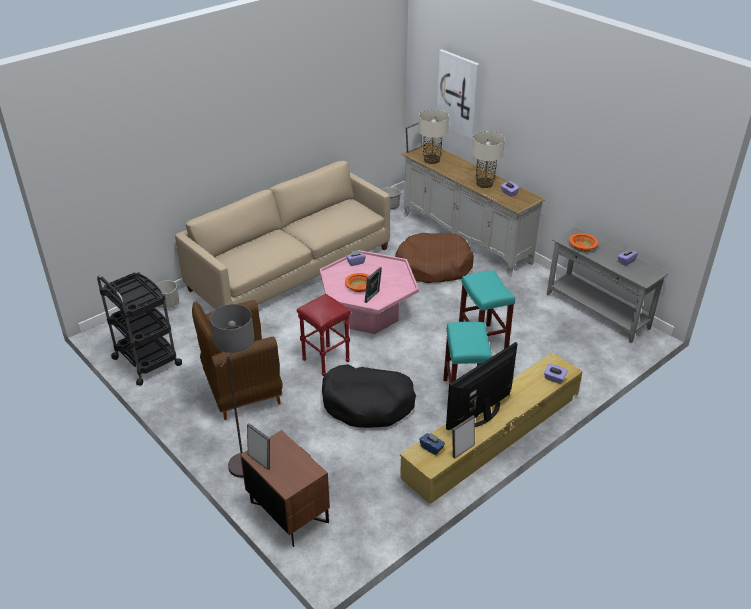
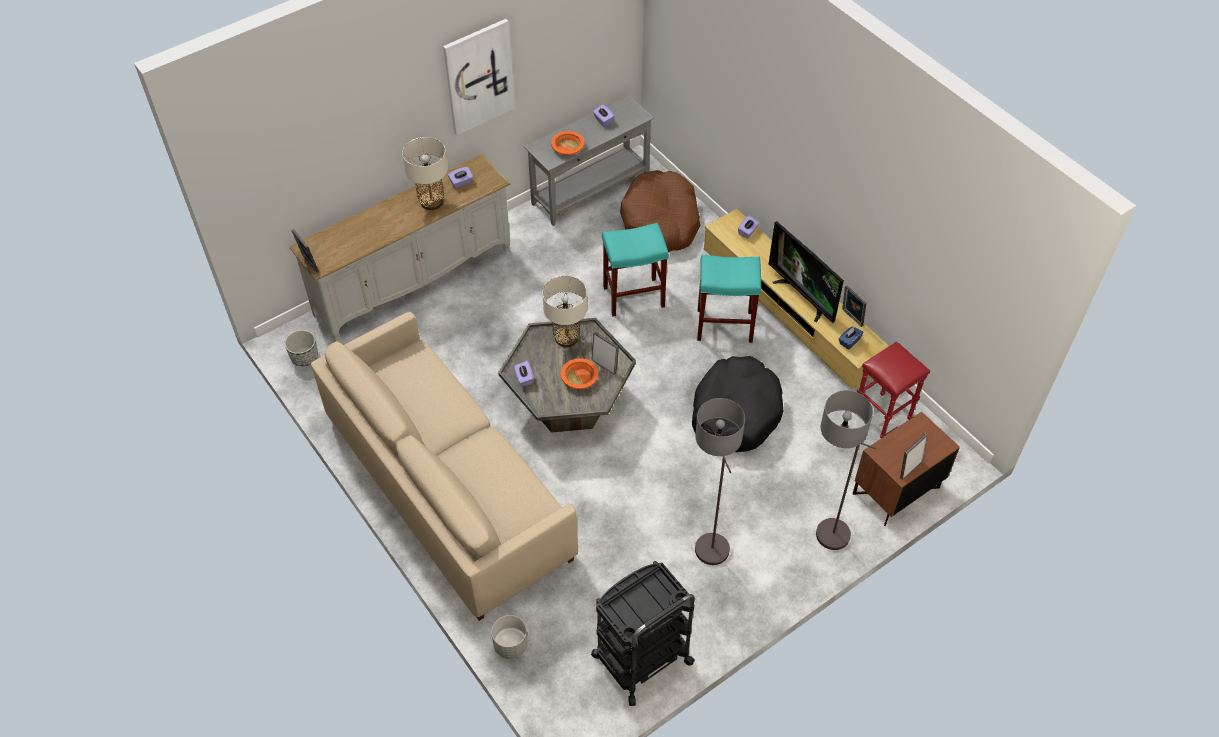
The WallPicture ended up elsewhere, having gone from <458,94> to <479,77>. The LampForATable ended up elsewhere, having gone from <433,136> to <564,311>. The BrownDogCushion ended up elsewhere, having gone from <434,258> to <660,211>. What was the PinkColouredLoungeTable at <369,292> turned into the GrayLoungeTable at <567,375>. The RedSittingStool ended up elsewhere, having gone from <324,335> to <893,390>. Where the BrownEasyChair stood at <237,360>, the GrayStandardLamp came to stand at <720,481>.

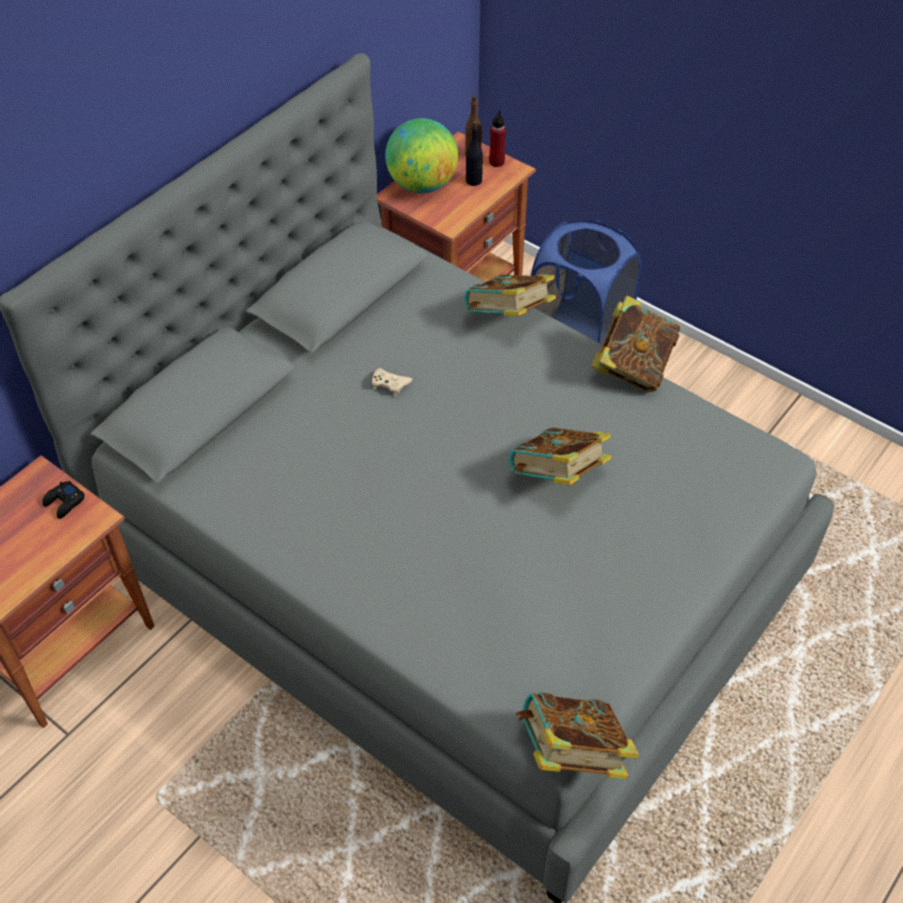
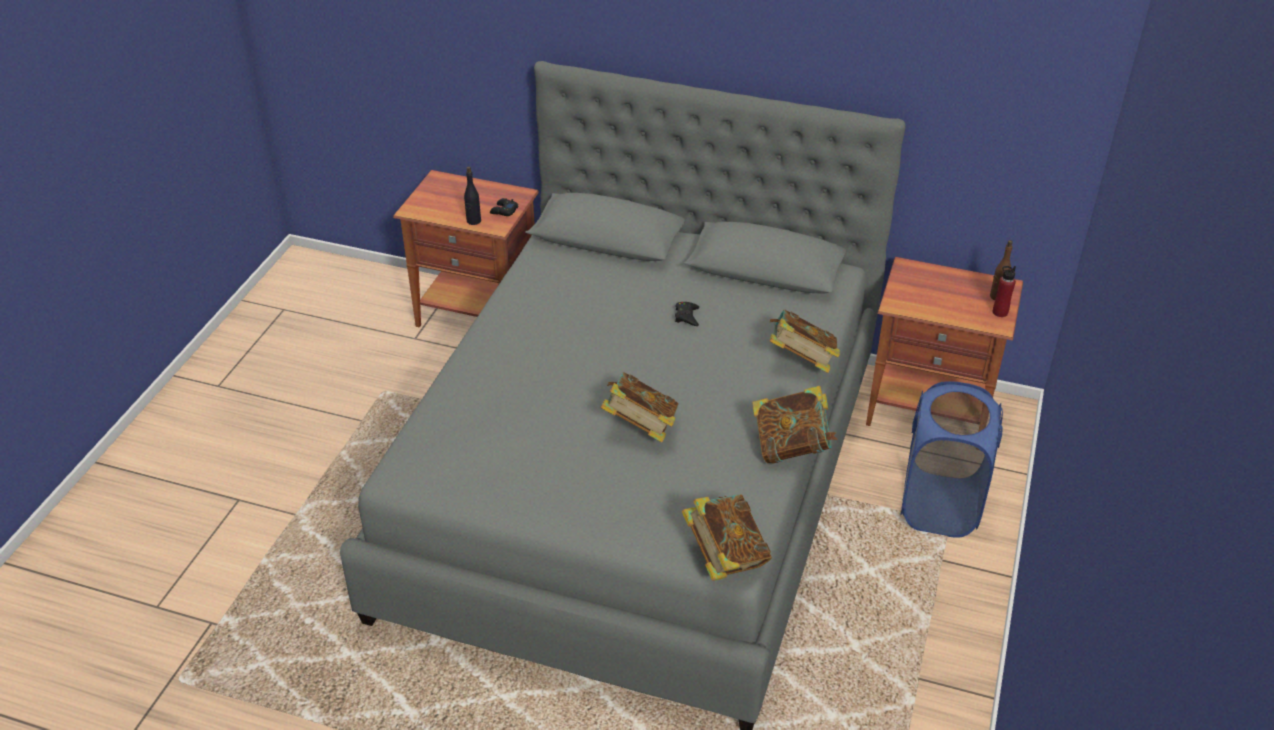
The second view lost the Globe at <421,155>. The BlackBottle ended up elsewhere, having gone from <474,153> to <472,195>. What was the SandColouredGamepad at <392,382> turned into the BlackGamepad at <687,314>. The BoundBook ended up elsewhere, having gone from <577,736> to <727,537>.

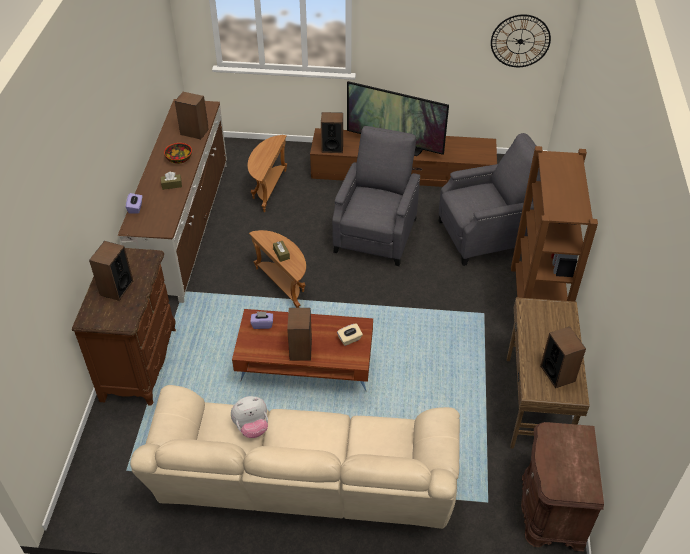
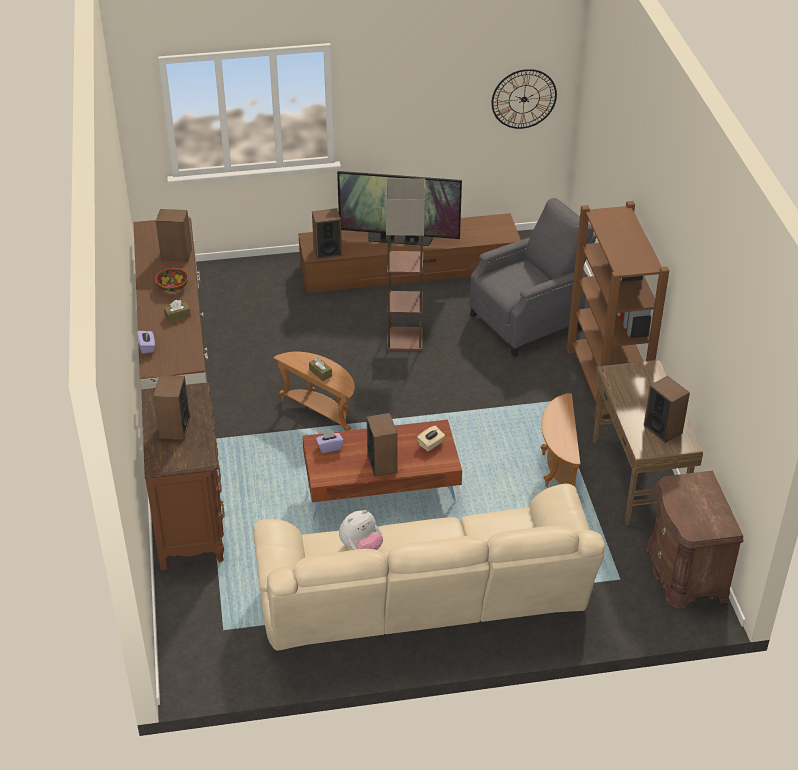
Where the GrayEasyChair stood at <376,196>, the StandardLamp came to stand at <405,264>. The BrownAccentTable ended up elsewhere, having gone from <267,173> to <560,440>.

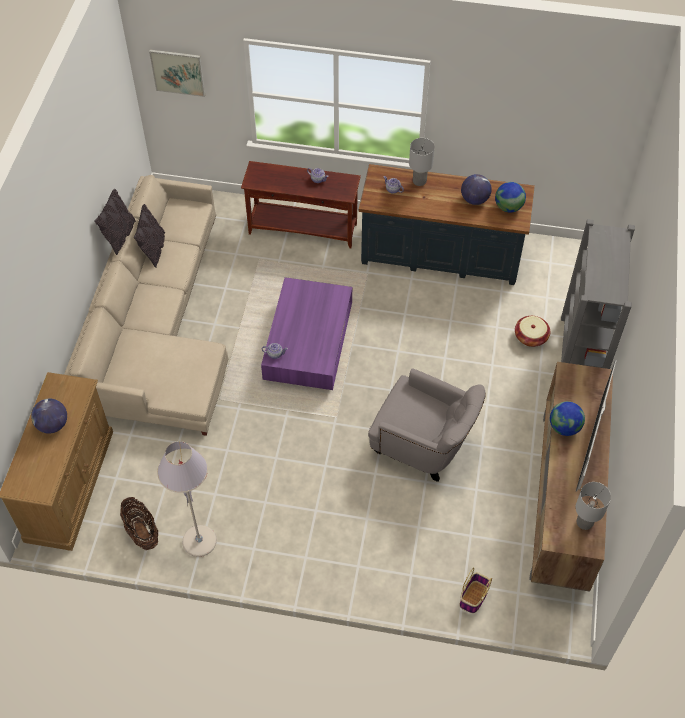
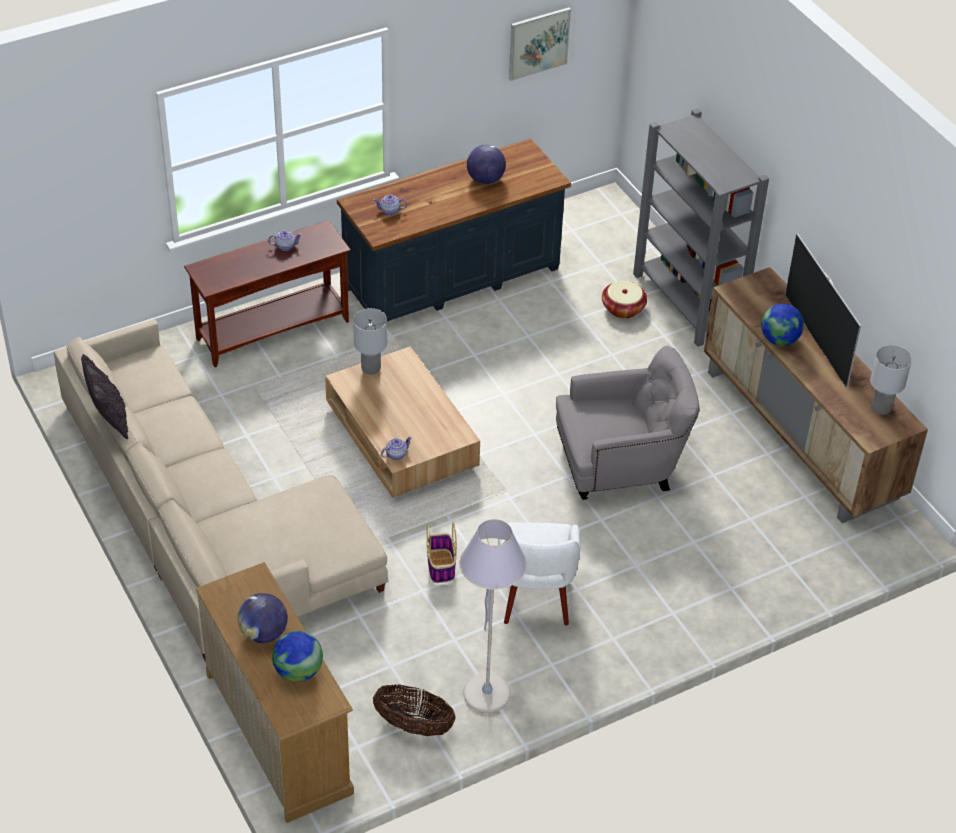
The WallPicture ended up elsewhere, having gone from <177,73> to <540,44>. The GrayLampForATable ended up elsewhere, having gone from <422,162> to <370,341>. The Globe ended up elsewhere, having gone from <510,197> to <297,656>. The second view lost the BlackThrowPillow at <149,236>. What was the PurplishLoungeTable at <306,333> turned into the BrownLoungeTable at <402,422>. The StorageBasket ended up elsewhere, having gone from <476,590> to <441,552>. The second view gained the WhiteEasyChair at <539,574>.

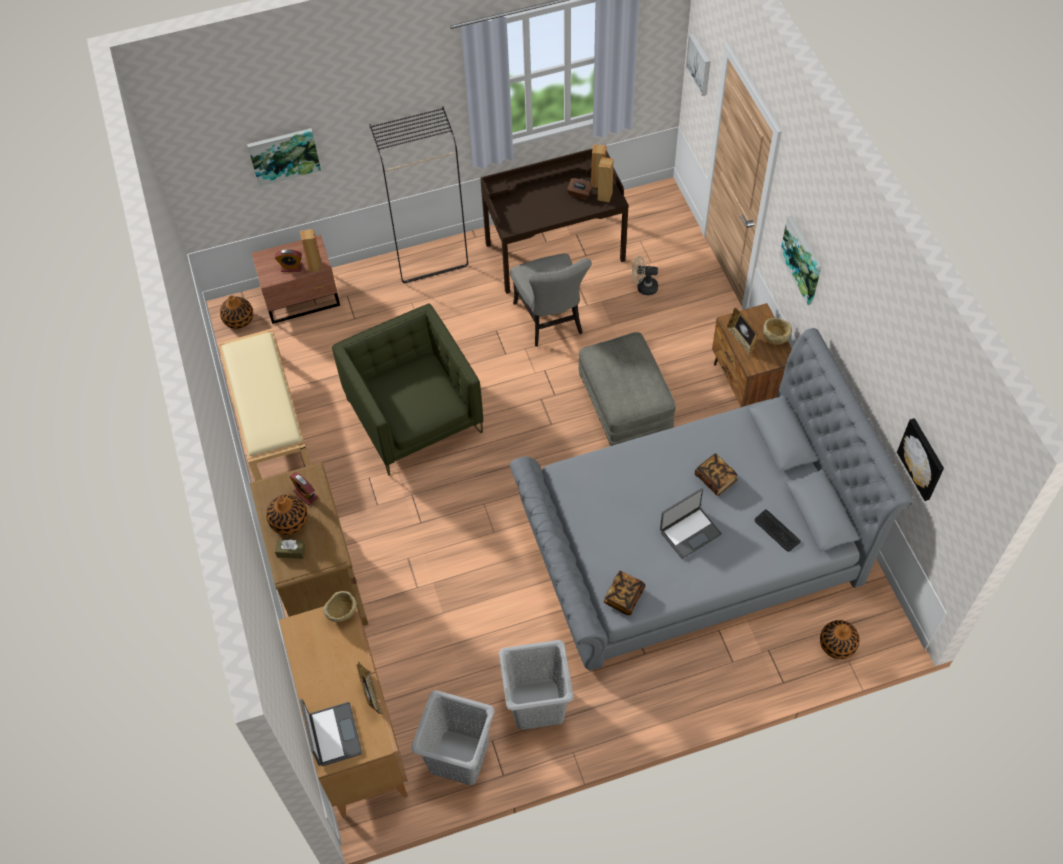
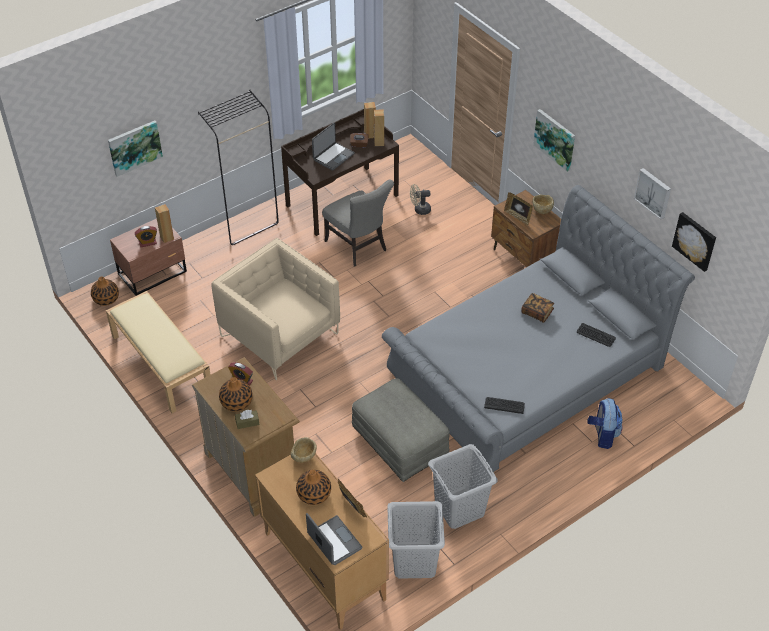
The WallPicture ended up elsewhere, having gone from <698,64> to <652,193>. What was the GreenEasyChair at <407,389> turned into the SandColouredEasyChair at <275,309>. The GrayOttoman ended up elsewhere, having gone from <627,389> to <401,430>. The PortableComputer ended up elsewhere, having gone from <691,523> to <333,147>. Where the BoundBook stood at <624,593>, the Keyboard came to stand at <504,405>. The FlowerVase ended up elsewhere, having gone from <840,639> to <313,487>. The second view gained the Rucksack at <604,423>.

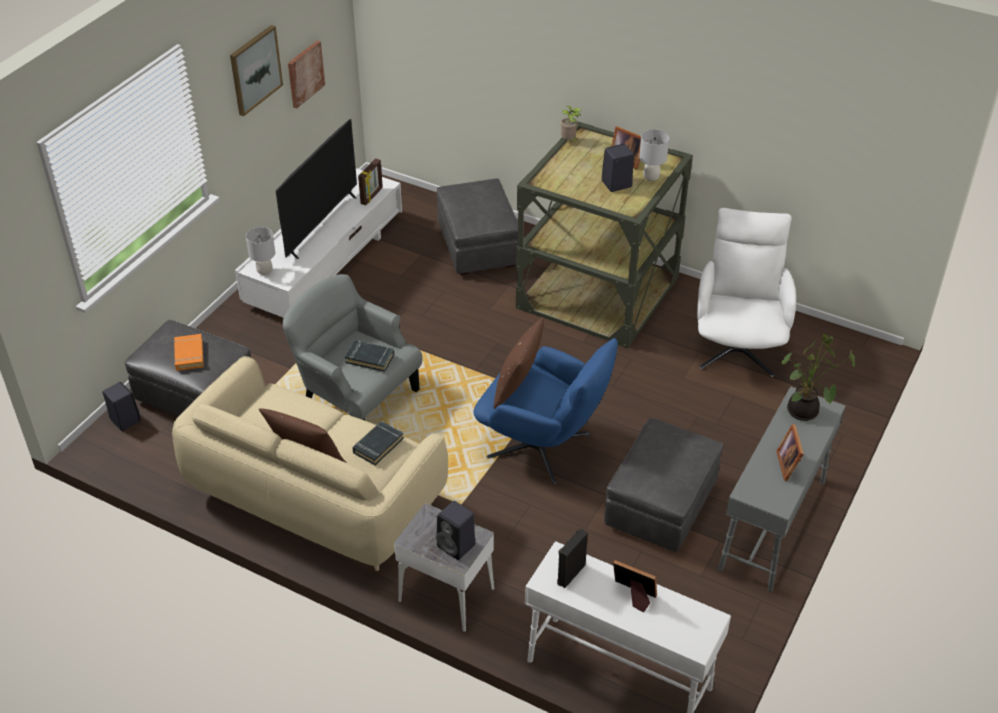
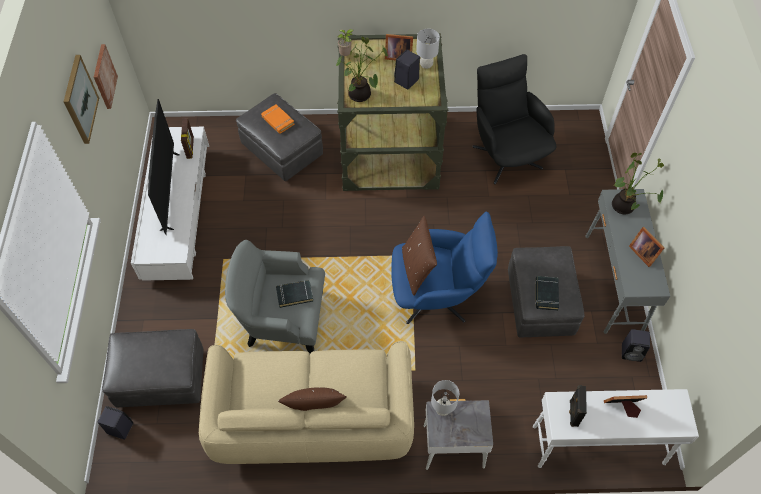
What was the WhiteEasyChair at <746,292> turned into the BlackEasyChair at <514,119>. The GrayLampForATable ended up elsewhere, having gone from <260,251> to <445,398>. The OrangeyBoundBook ended up elsewhere, having gone from <189,352> to <278,119>. The BlackBoundBook ended up elsewhere, having gone from <378,443> to <547,293>. The BlackLoudspeaker ended up elsewhere, having gone from <455,530> to <636,345>. The second view gained the PlantInAPot at <362,69>.

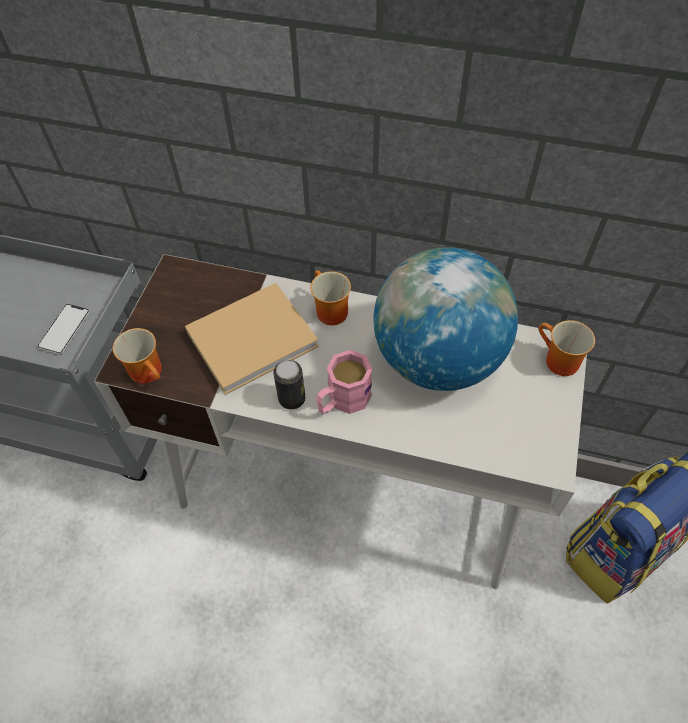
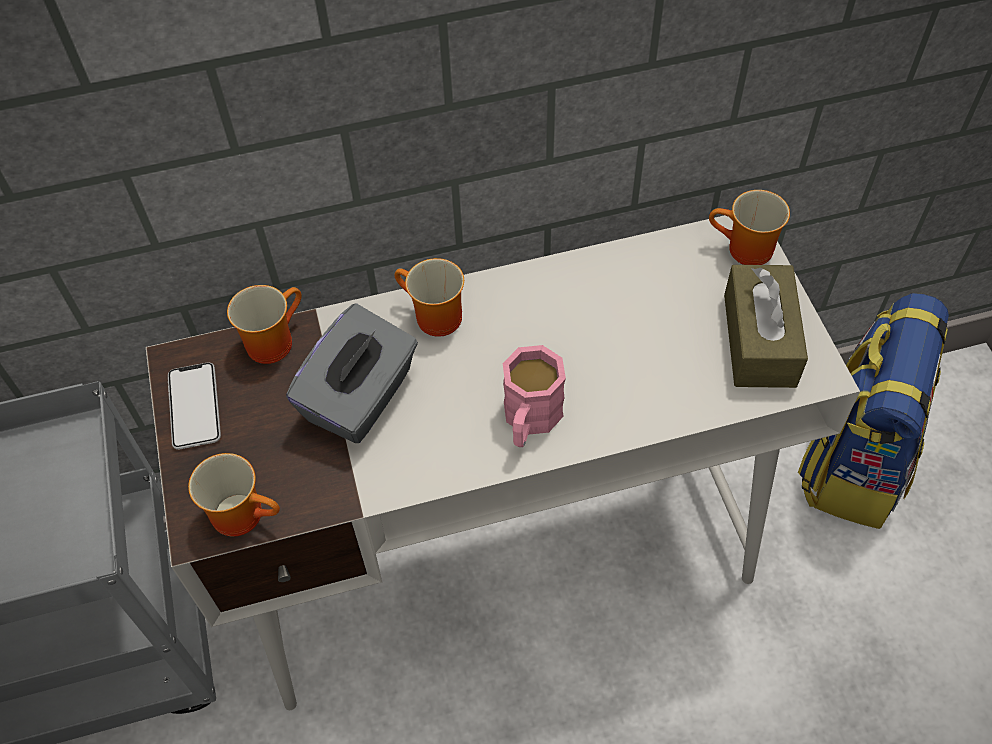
The second view lost the Globe at <445,319>. Where the SandColouredBoundBook stood at <252,339>, the GrayTissueBox came to stand at <352,373>. The Handset ended up elsewhere, having gone from <63,329> to <194,406>. The second view lost the Can at <289,385>. The second view gained the BrownTissueBox at <766,326>. The second view gained the TeaMug at <264,324>.

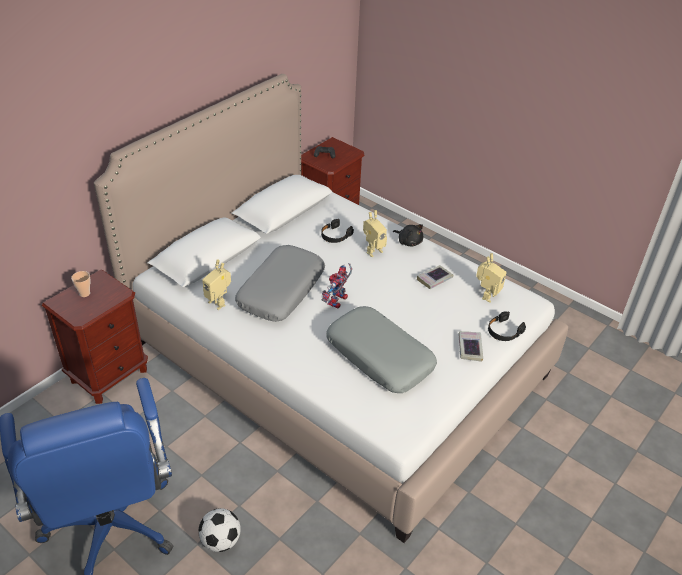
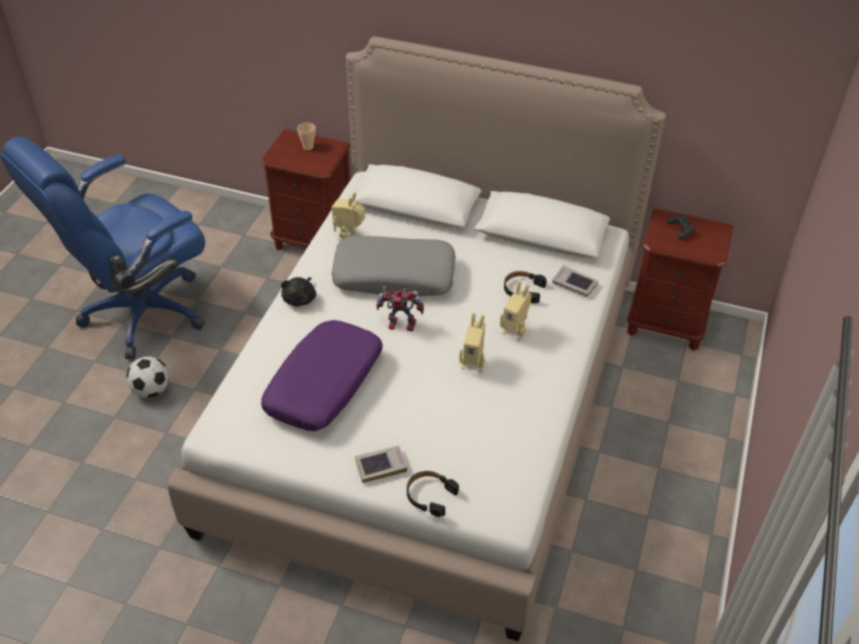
The BlackCuddlyToy ended up elsewhere, having gone from <408,235> to <298,291>. The ModelRobot ended up elsewhere, having gone from <491,278> to <472,343>. The BoundBook ended up elsewhere, having gone from <435,277> to <575,281>. What was the GrayThrowPillow at <381,349> turned into the PurplishThrowPillow at <322,375>.

